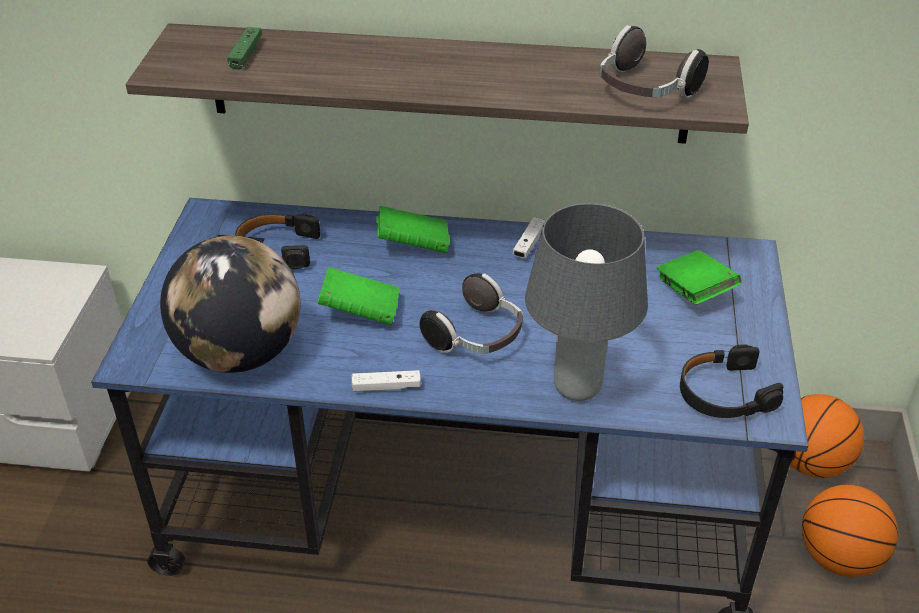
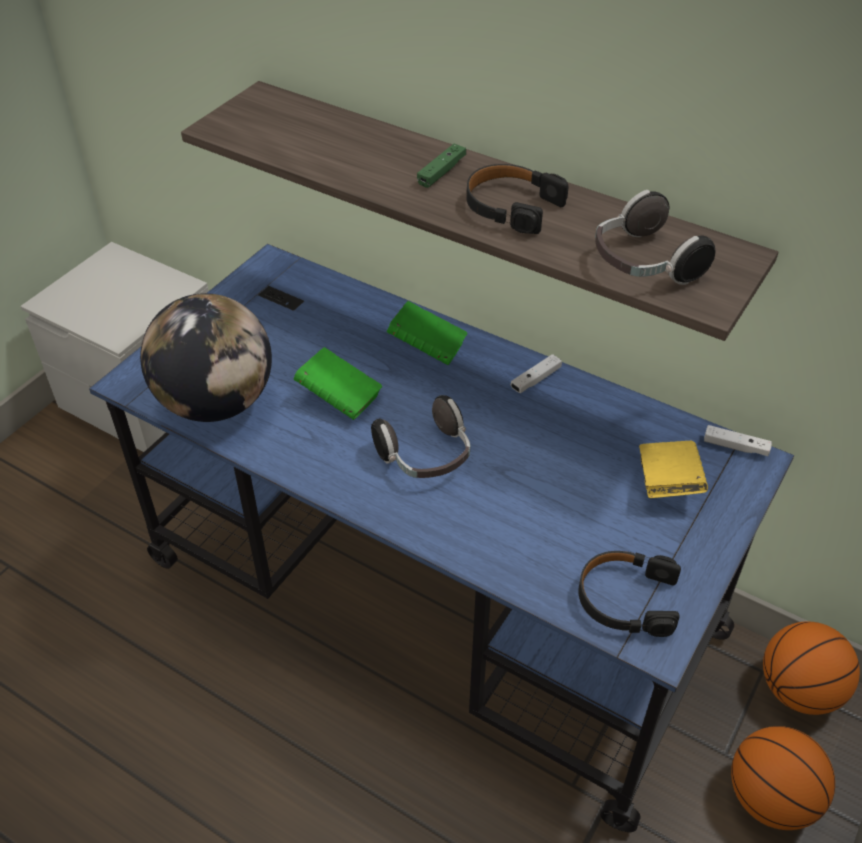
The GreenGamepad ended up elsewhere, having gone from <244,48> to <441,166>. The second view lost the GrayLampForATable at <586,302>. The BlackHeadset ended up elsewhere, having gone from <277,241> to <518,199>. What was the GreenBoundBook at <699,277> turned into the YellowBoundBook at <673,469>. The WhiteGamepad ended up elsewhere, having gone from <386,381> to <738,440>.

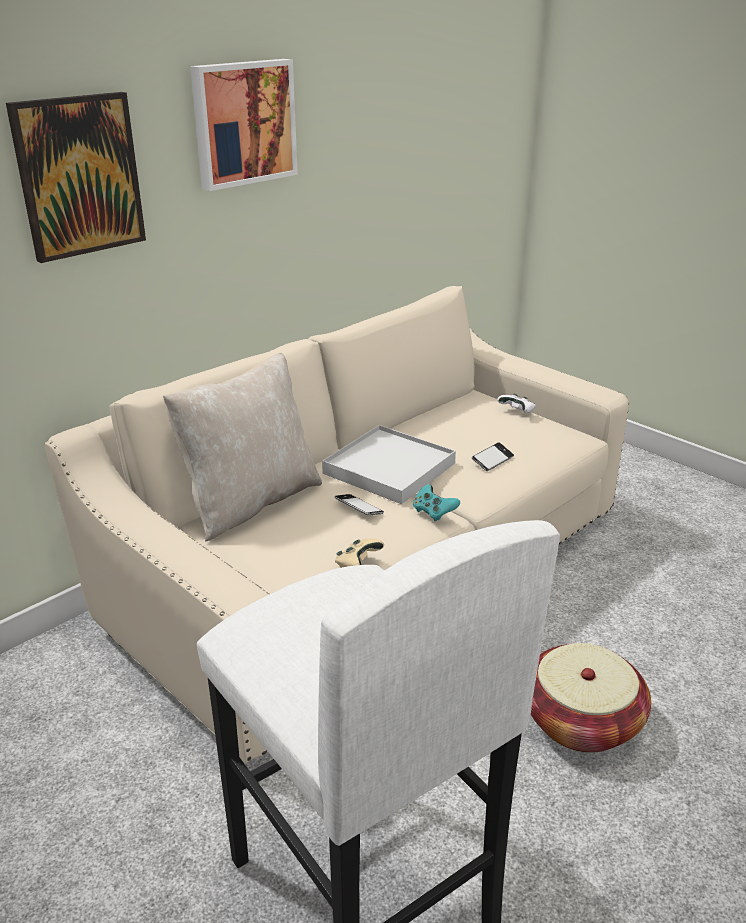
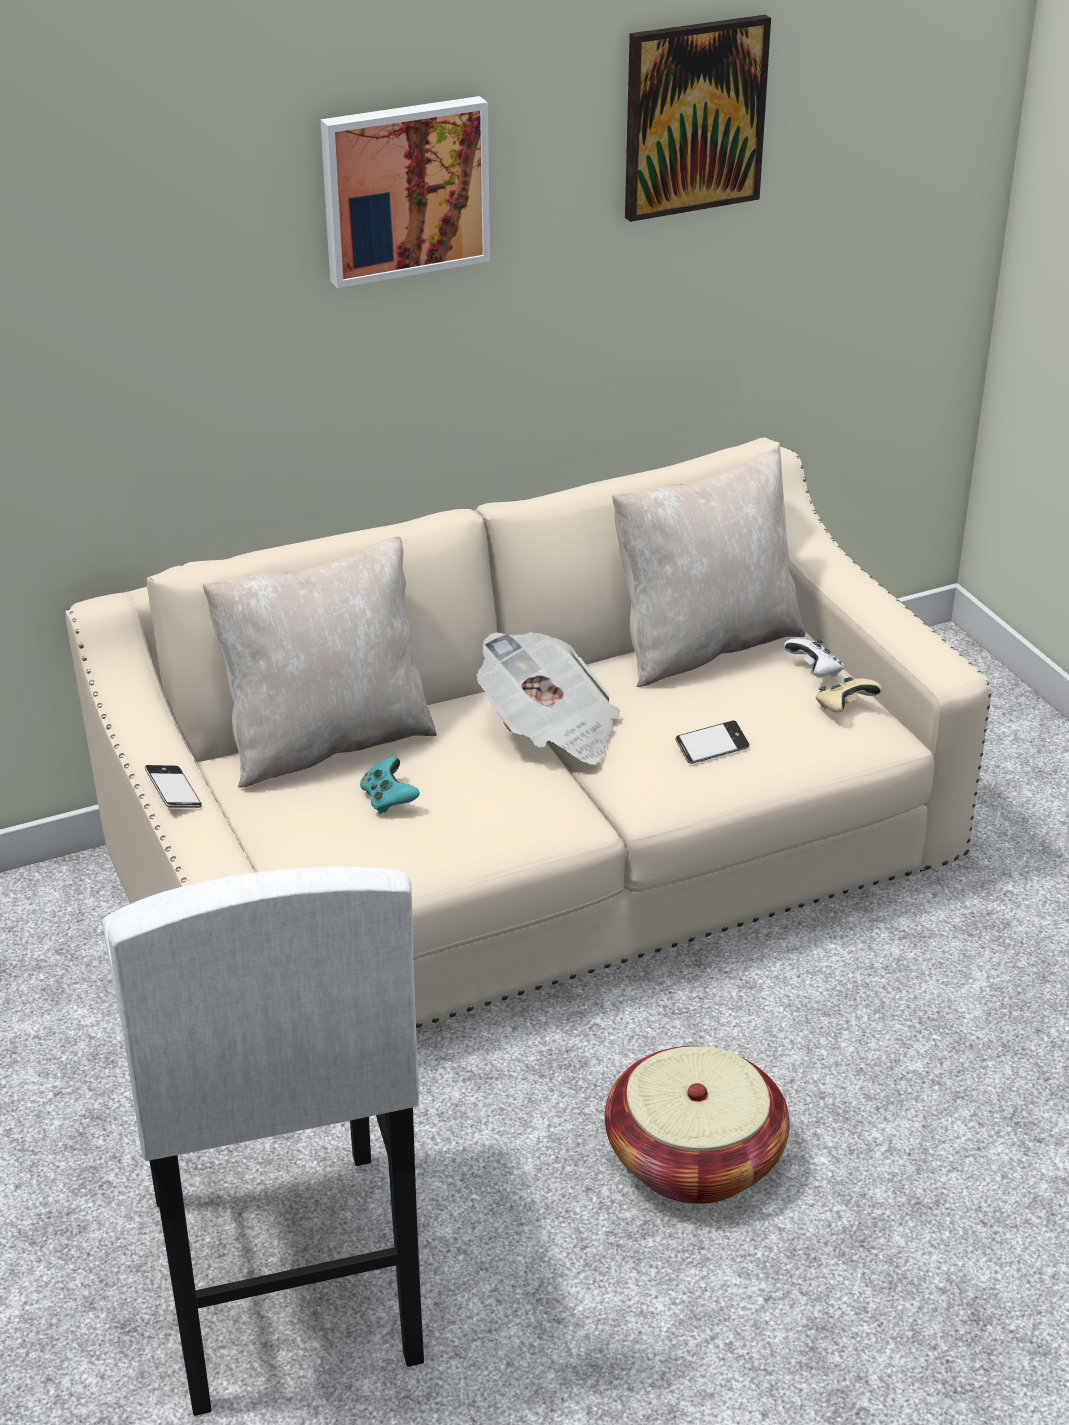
The WallPicture ended up elsewhere, having gone from <76,177> to <698,118>. Where the WhiteServingTray stood at <389,464>, the PrintedPaper came to stand at <548,698>. The TurquoiseColouredGamepad ended up elsewhere, having gone from <436,503> to <390,785>. The Handset ended up elsewhere, having gone from <359,505> to <173,786>. The SandColouredGamepad ended up elsewhere, having gone from <359,553> to <848,695>. The second view gained the SandColouredThrowPillow at <709,568>.

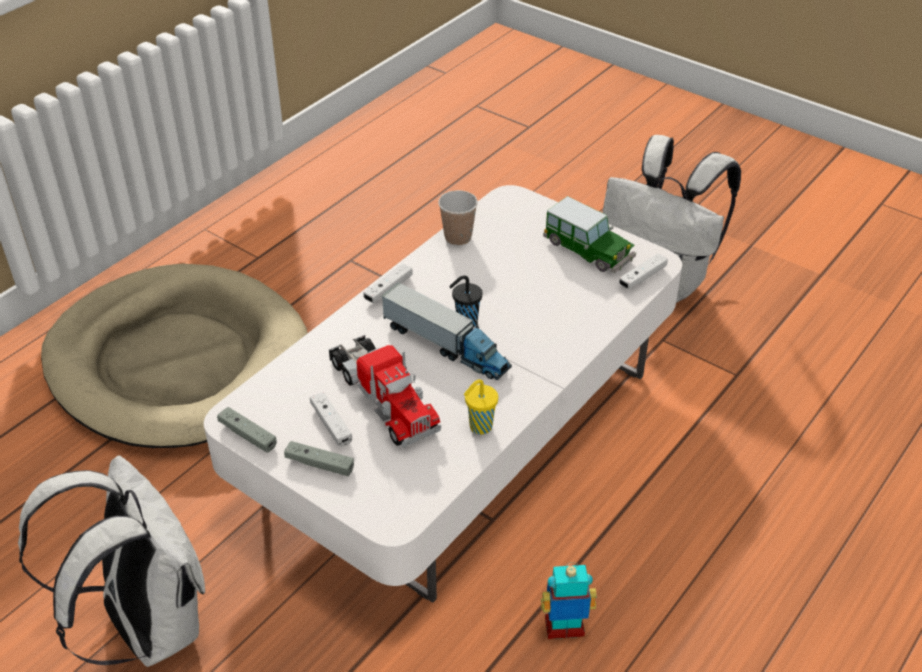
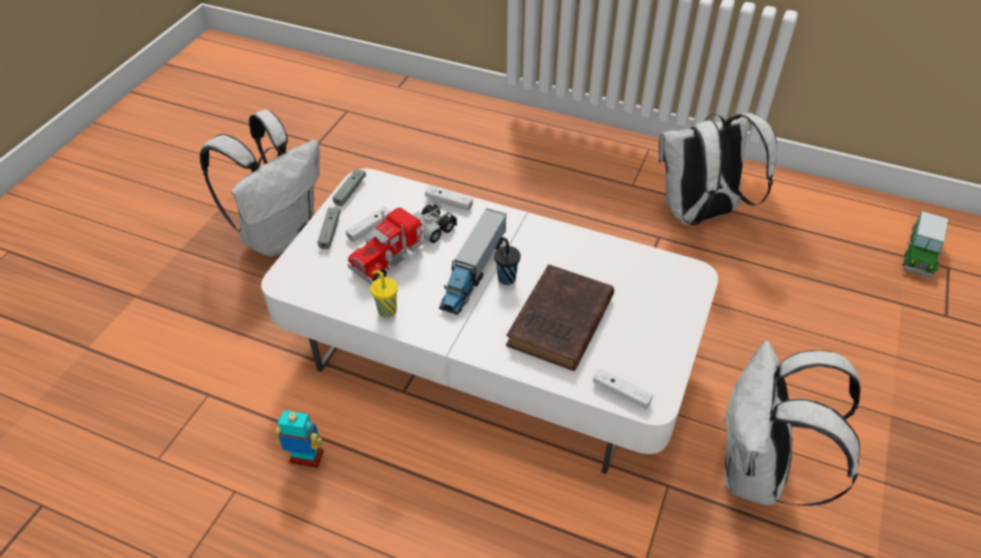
The second view lost the Cup at <458,218>. The MiniatureCar ended up elsewhere, having gone from <589,234> to <925,244>. The second view lost the SandColouredDogCushion at <174,355>. The WhiteGamepad ended up elsewhere, having gone from <387,283> to <449,198>. The ModelRobot at <569,600> ended up facing another way, 60 degrees counterclockwise from before. The second view gained the WhiteRucksack at <717,169>. The second view gained the BrownBoundBook at <560,318>.

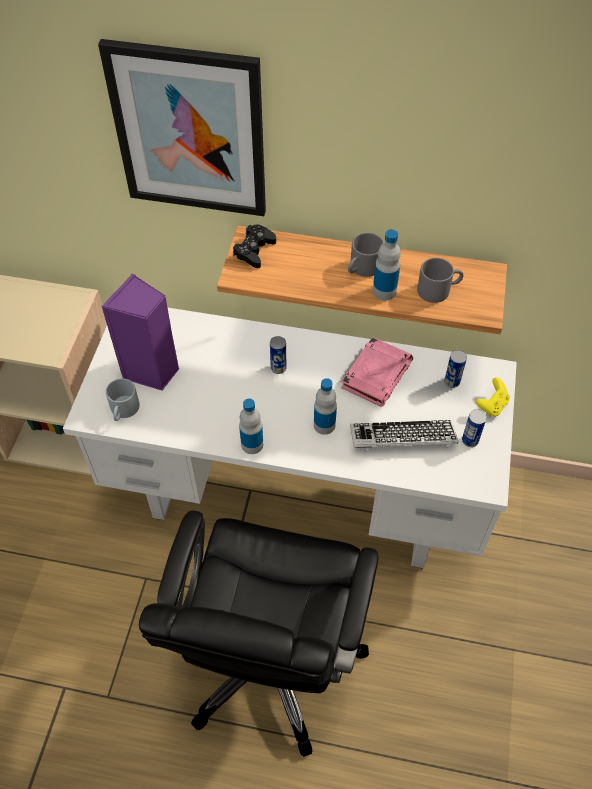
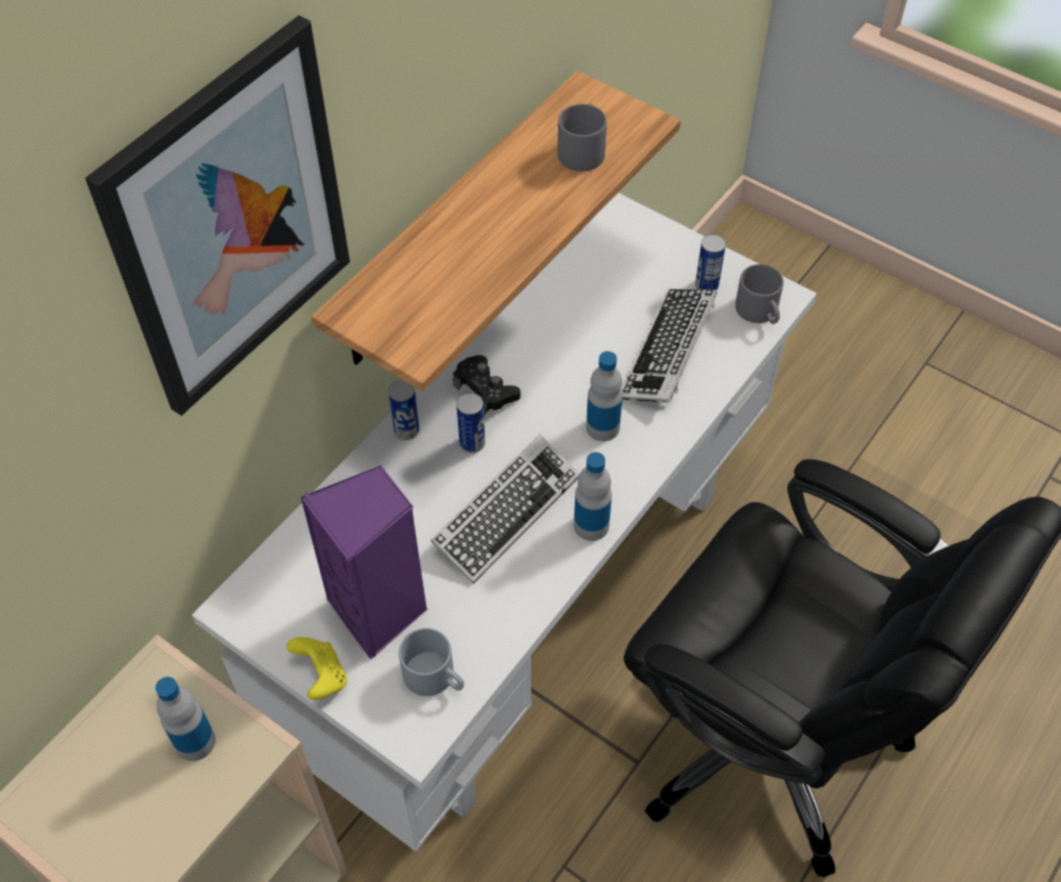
The BlackGamepad ended up elsewhere, having gone from <254,246> to <487,385>. The Bottle ended up elsewhere, having gone from <387,264> to <185,719>. The GrayTeaMug ended up elsewhere, having gone from <366,255> to <759,294>. The second view lost the PinkColouredBoundBook at <377,372>. The Can ended up elsewhere, having gone from <455,369> to <403,410>. The YellowGamepad ended up elsewhere, having gone from <493,397> to <316,668>. The second view gained the Keyboard at <505,509>.

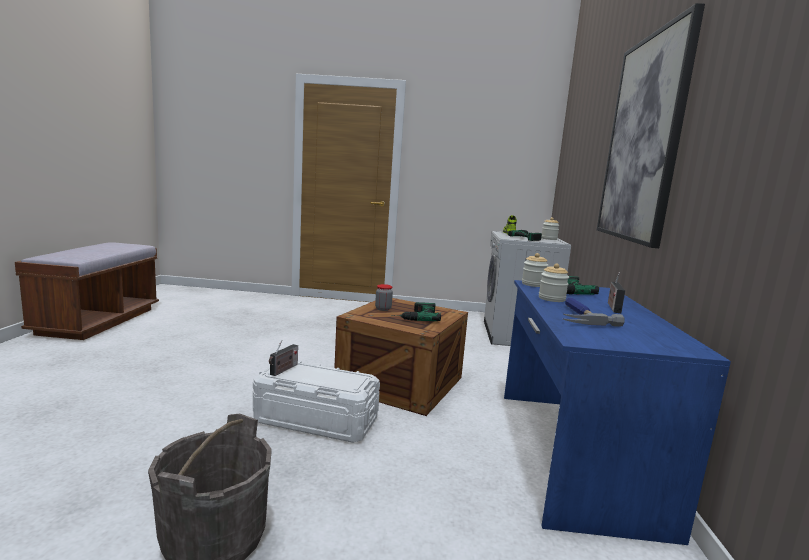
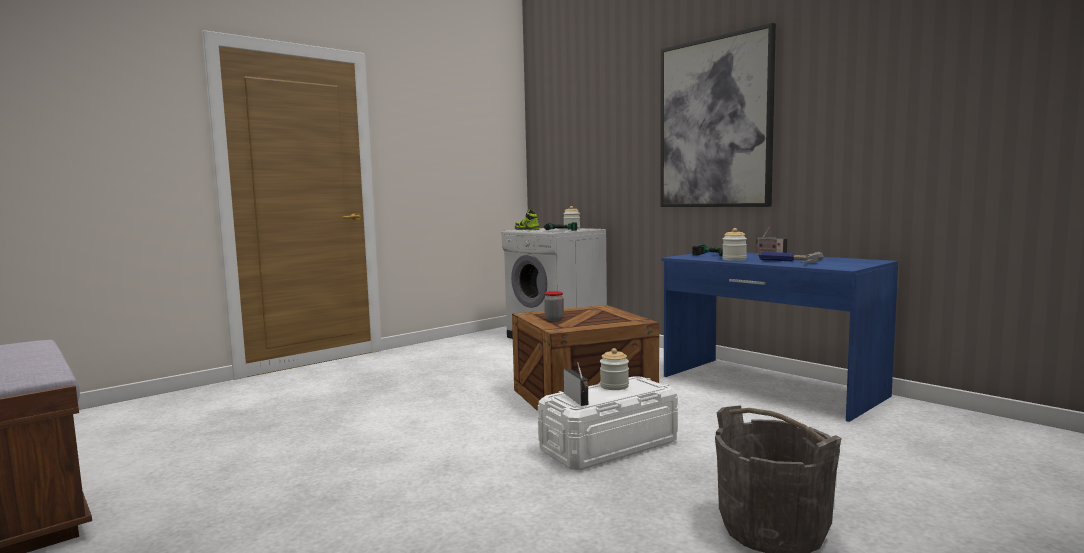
The StorageJar ended up elsewhere, having gone from <535,270> to <614,369>. The second view lost the PowerDrill at <416,311>.

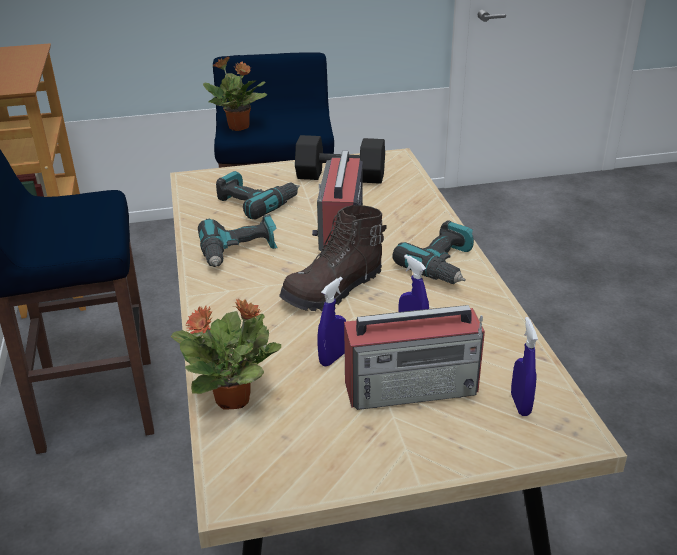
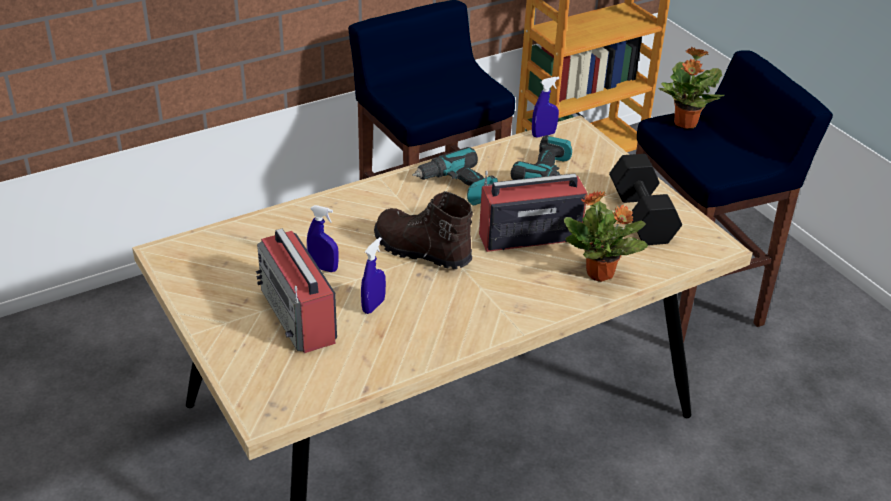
The second view lost the PowerDrill at <433,252>. The PlantInAPot ended up elsewhere, having gone from <226,353> to <606,236>. The BluishSprayBottle ended up elsewhere, having gone from <524,366> to <545,107>.

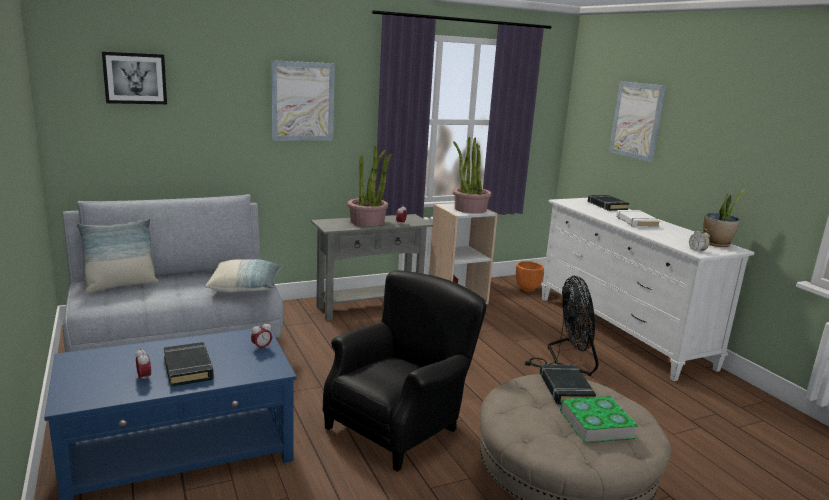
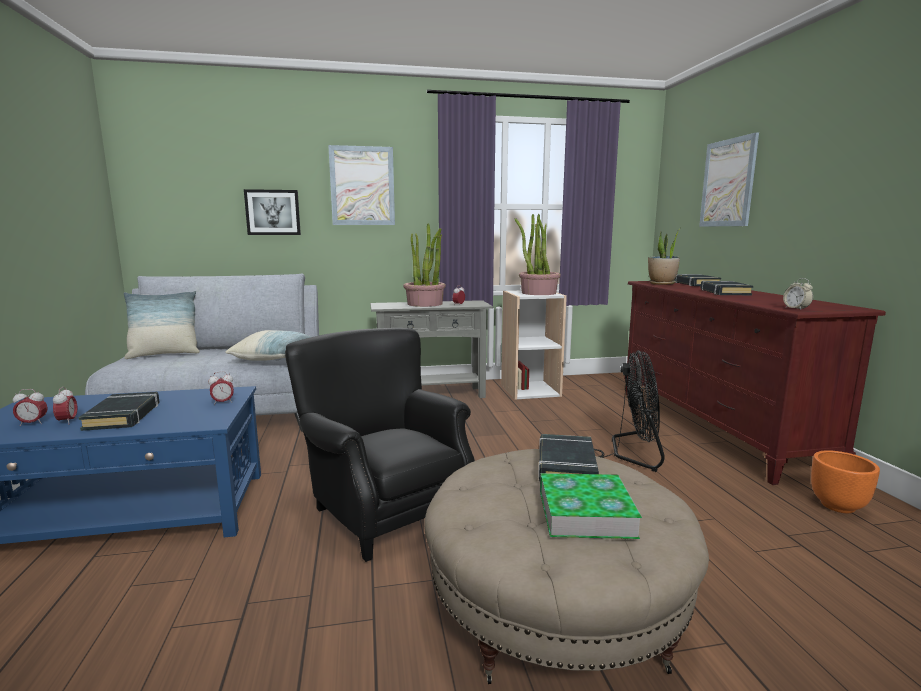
The WallPicture ended up elsewhere, having gone from <134,78> to <272,212>. The PlantInAPot ended up elsewhere, having gone from <724,218> to <664,256>. What was the WhiteChestOfDrawers at <647,289> turned into the RedChestOfDrawers at <755,383>. What was the WhiteBoundBook at <638,219> turned into the BlackBoundBook at <726,288>. The OrangeyPlanter ended up elsewhere, having gone from <530,276> to <845,481>. The BlackEasyChair at <405,371> ended up facing another way, 90 degrees counterclockwise from before. The second view gained the AlarmClock at <30,407>.

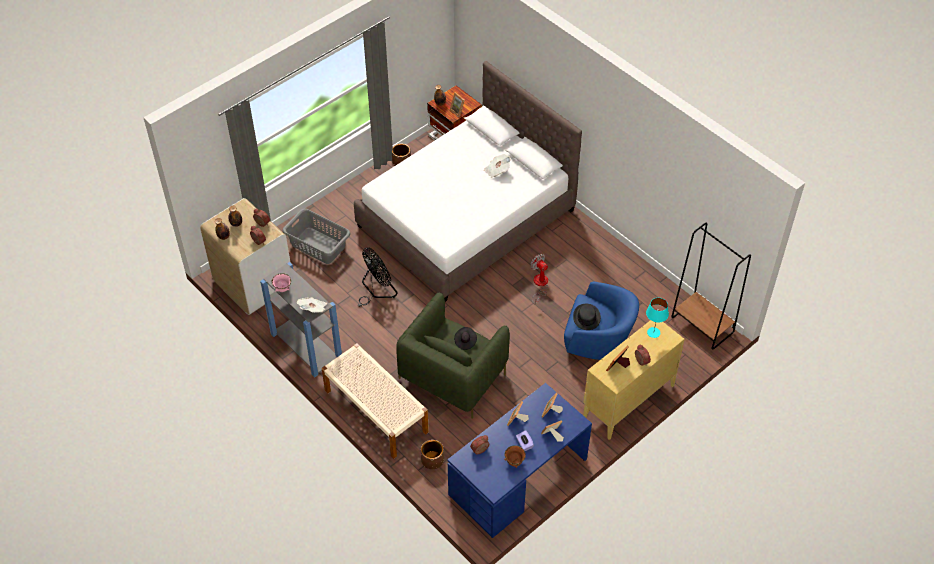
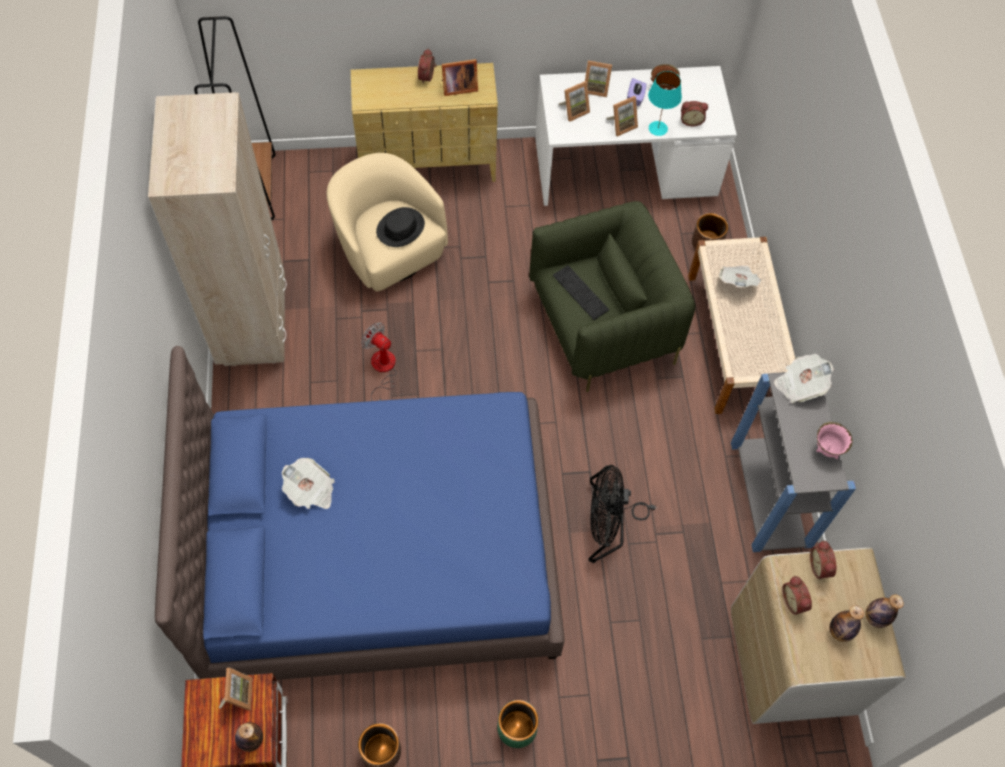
What was the WhiteBedroomBed at <468,181> turned into the BluishBedroomBed at <360,513>. The second view lost the GrayWashingBasket at <317,236>. The Fan at <539,279> ended up facing another way, 135 degrees clockwise from before. What was the BluishEasyChair at <601,321> turned into the SandColouredEasyChair at <387,222>. The TurquoiseColouredLampForATable ended up elsewhere, having gone from <657,318> to <665,103>. Where the BlackHat stood at <465,338>, the Keyboard came to stand at <581,292>. What was the BluishDeskUnit at <519,460> turned into the WhiteDeskUnit at <636,136>. The second view gained the SandColouredWardrobe at <217,229>. The second view gained the PrintedPaper at <740,276>. The second view gained the GreenPlanter at <518,724>.

